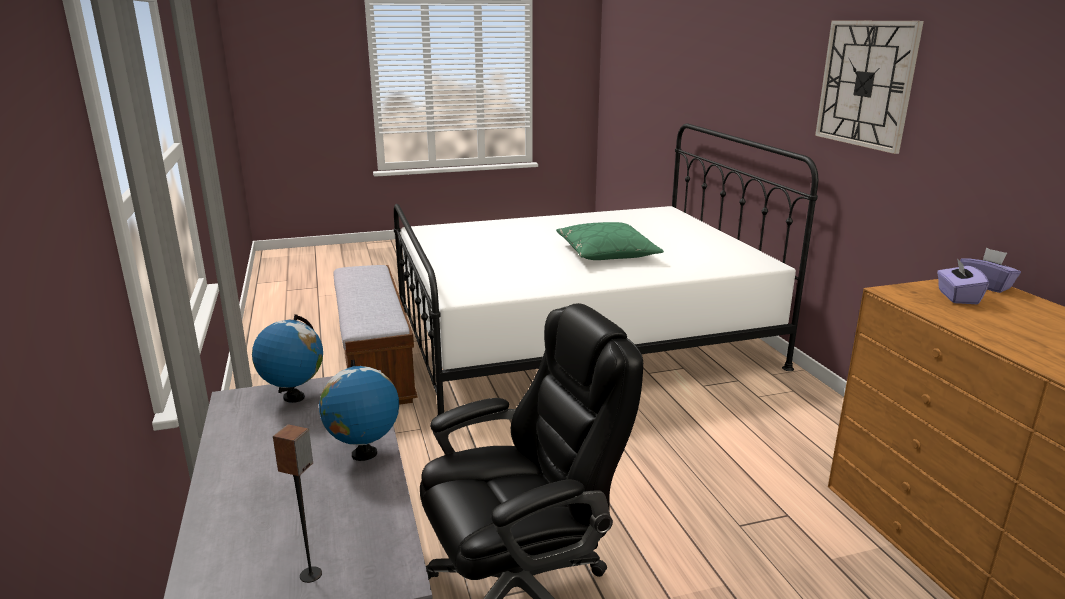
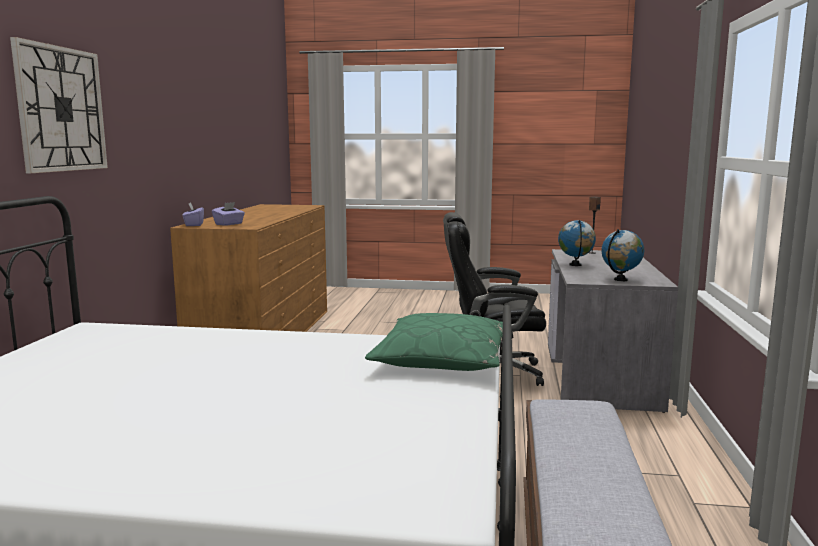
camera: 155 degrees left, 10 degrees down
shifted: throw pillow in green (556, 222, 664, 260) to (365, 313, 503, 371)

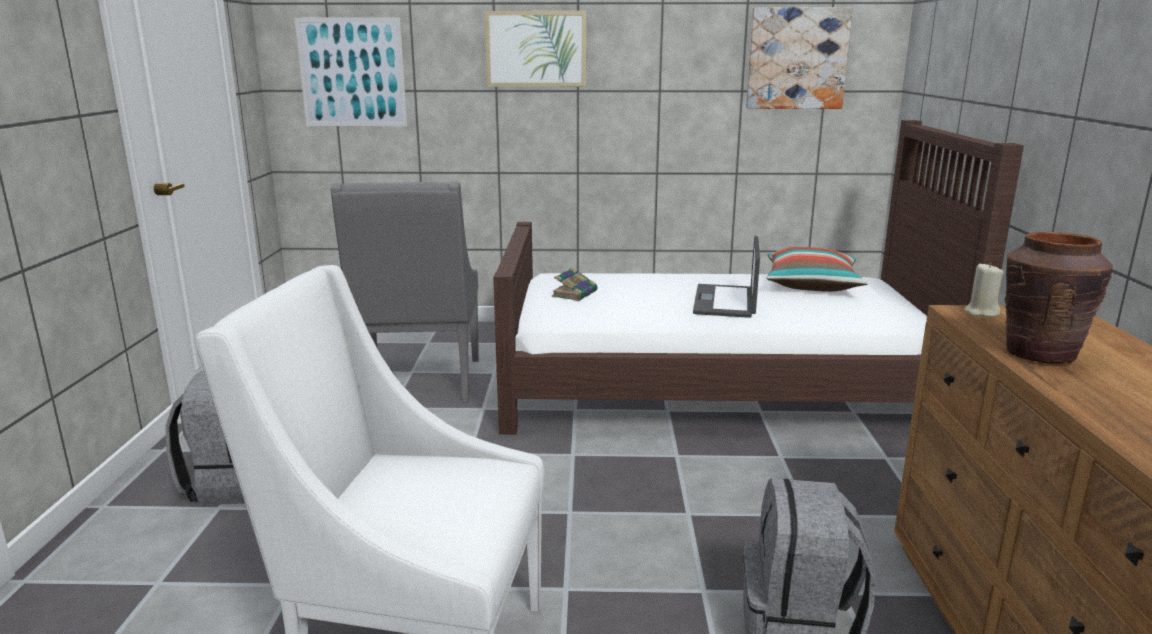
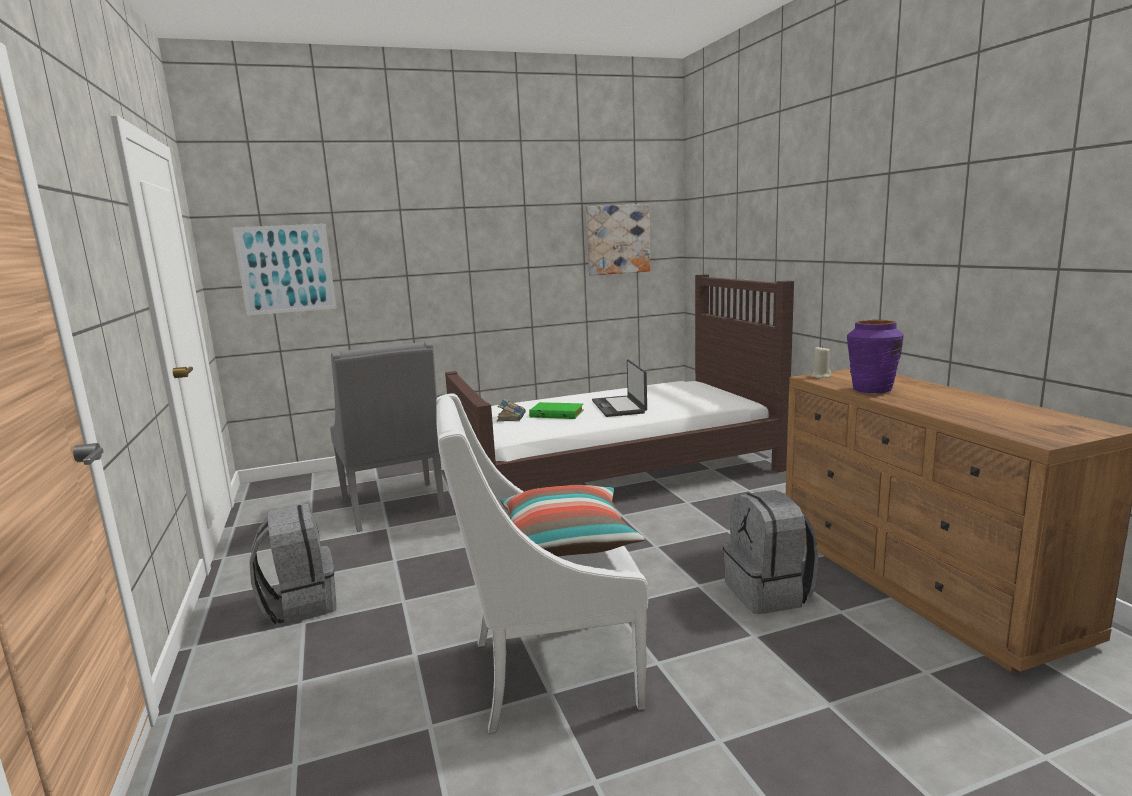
camera: 20 degrees left, 5 degrees down
gone: wall art (484, 11, 586, 87)
new: volume in green (529, 402, 583, 419)
shifted: throw pillow (766, 247, 868, 292) to (501, 485, 645, 556)
repainted: decorative vase in brown (1004, 232, 1113, 364) to decorative vase in purple (847, 320, 904, 393)

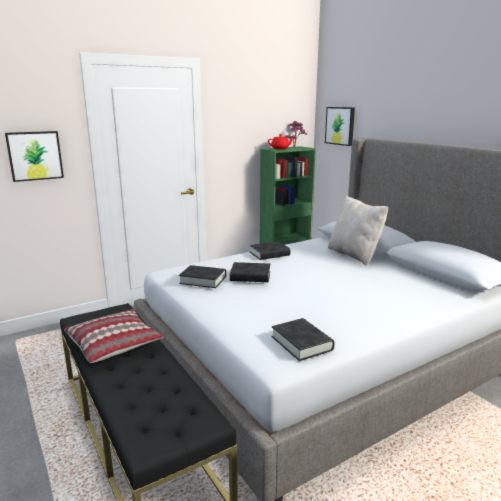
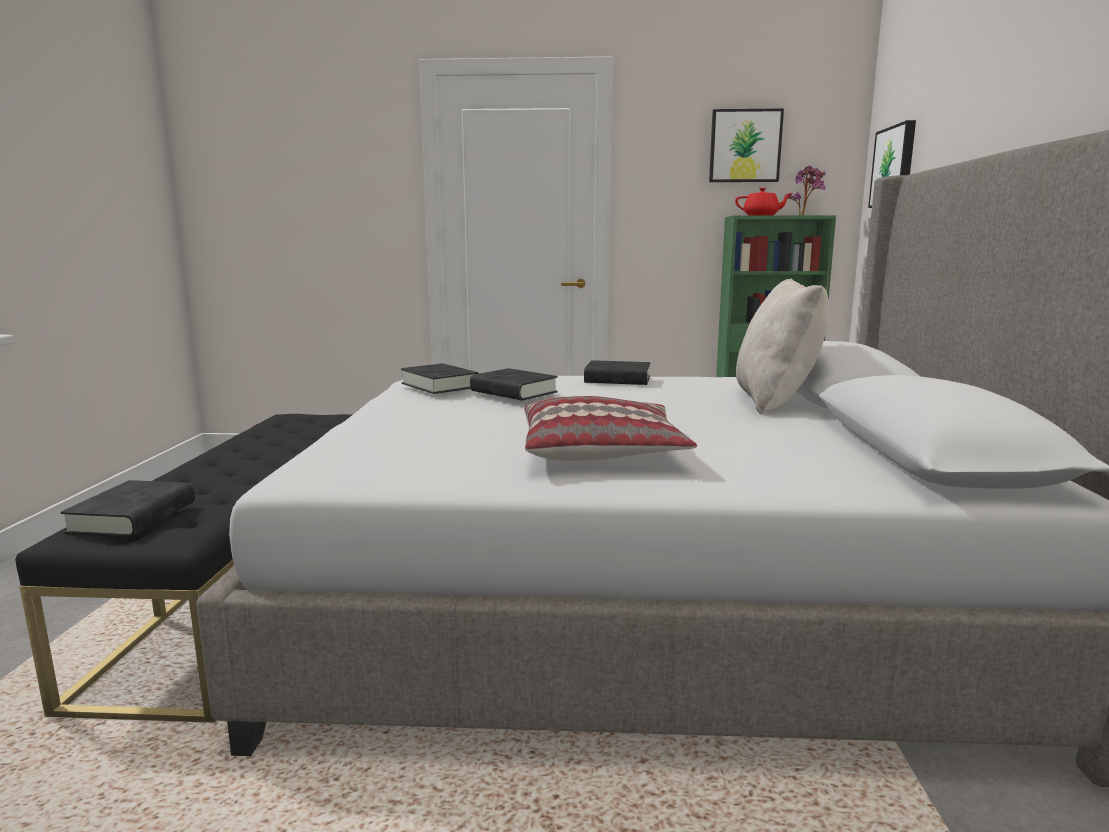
camera: 35 degrees right, 5 degrees down
shifted: wall art (5, 131, 64, 182) to (709, 109, 784, 182); throw pillow (64, 309, 164, 363) to (524, 396, 697, 461); volume in black (272, 318, 335, 361) to (60, 480, 195, 537)

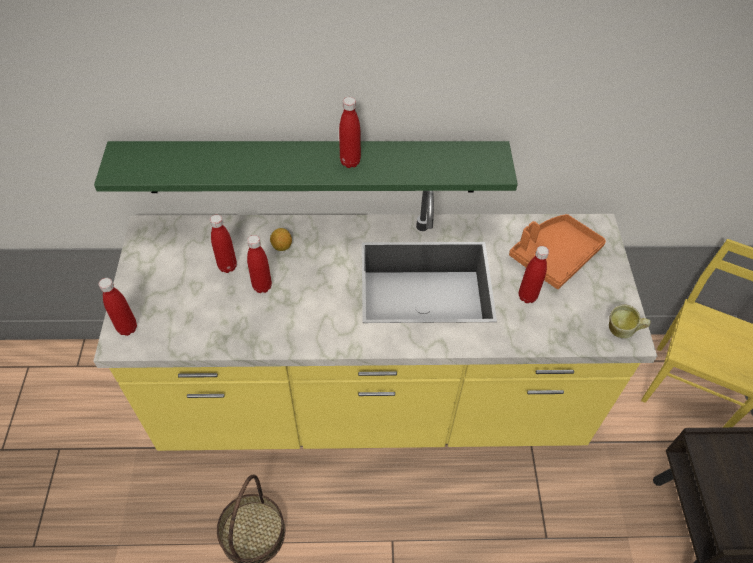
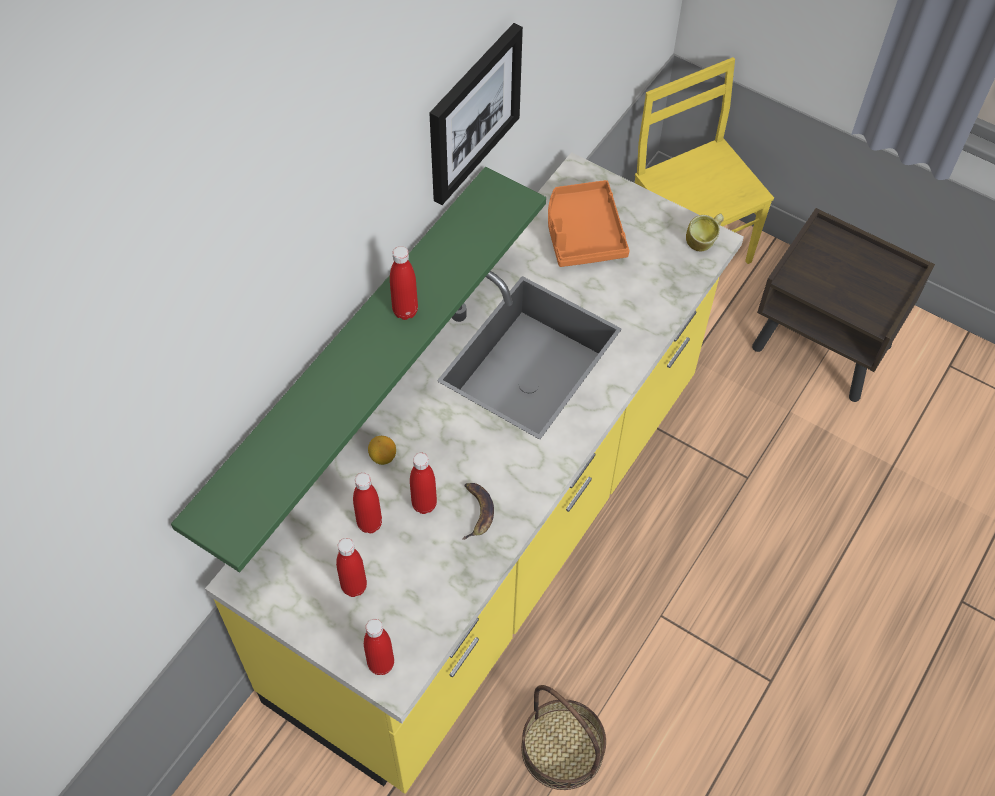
camera: 55 degrees left, 5 degrees up
new: wall art (429, 23, 523, 205); banana (462, 483, 494, 540)
shifted: bottle in red (519, 246, 549, 303) to (336, 538, 367, 597)

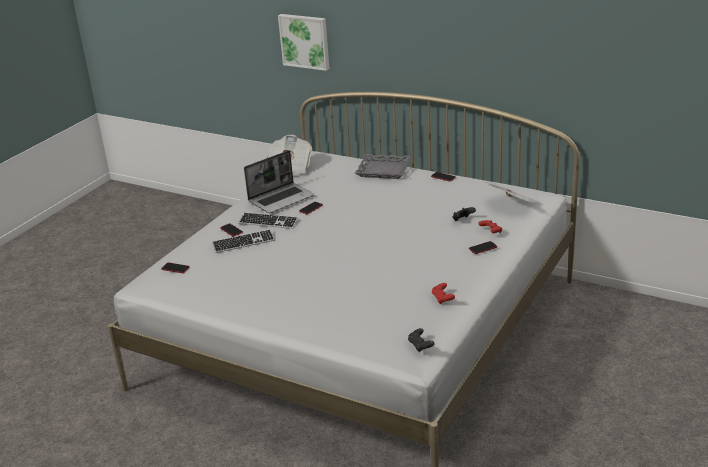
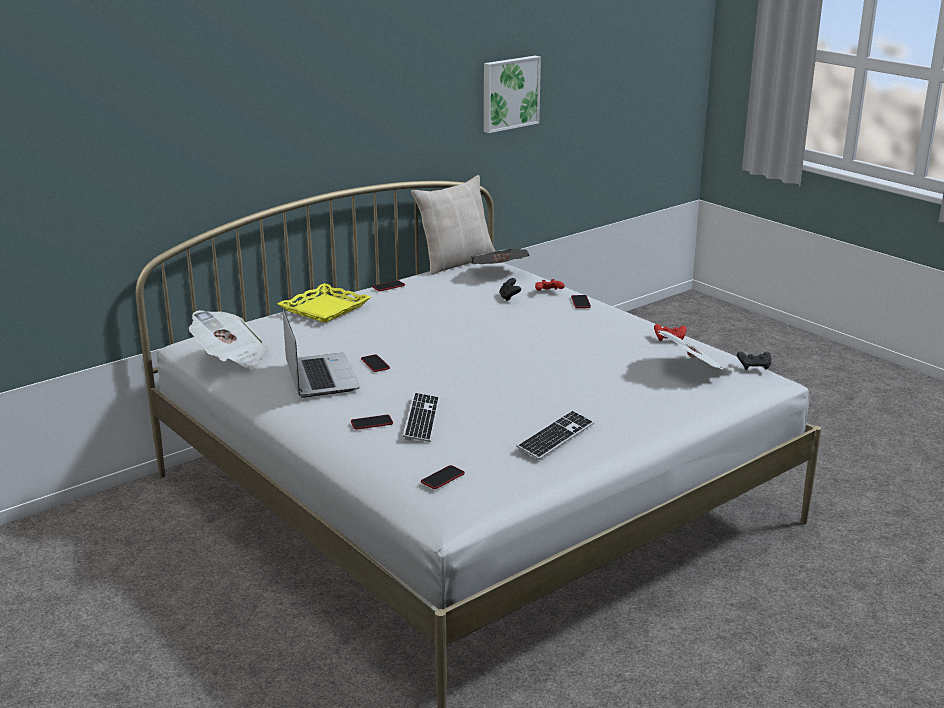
camera: 70 degrees left, 5 degrees down
new: throw pillow in beige (411, 175, 495, 275); newspaper (658, 331, 734, 370)
shifted: computer keyboard (239, 212, 298, 229) to (516, 410, 594, 460); wall art (278, 14, 330, 71) to (484, 56, 541, 133)
repainted: carrying tray in gray (355, 154, 411, 179) to carrying tray in yellow (278, 283, 371, 323)

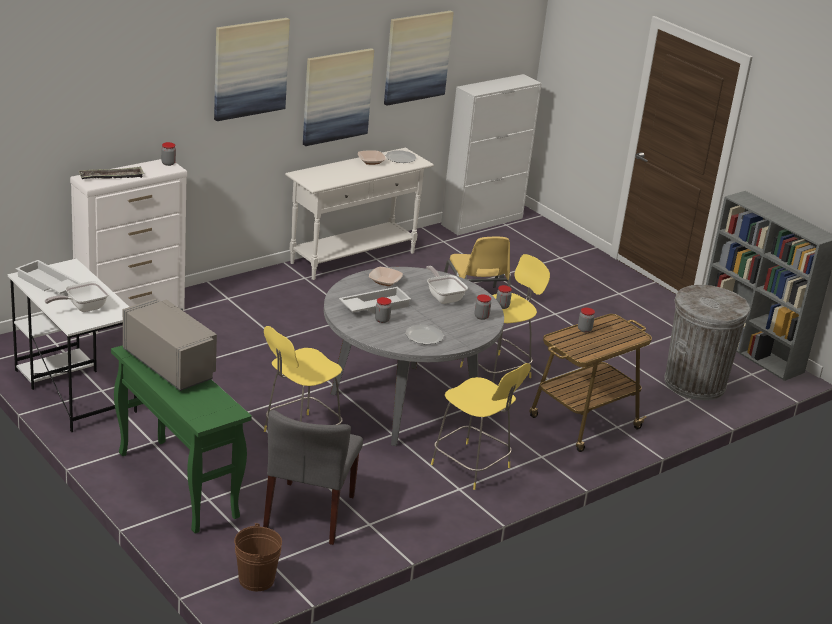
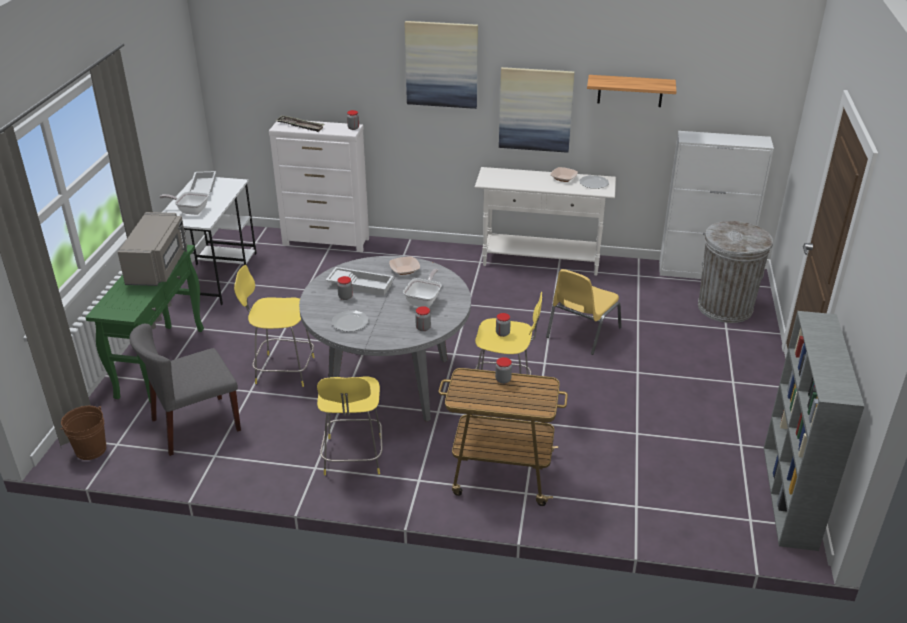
camera: 50 degrees right, 5 degrees up
shifted: waste bin in gray (664, 285, 750, 400) to (698, 221, 773, 323)
swapped: wall art (384, 11, 454, 106) to wall shelf (587, 75, 677, 107)

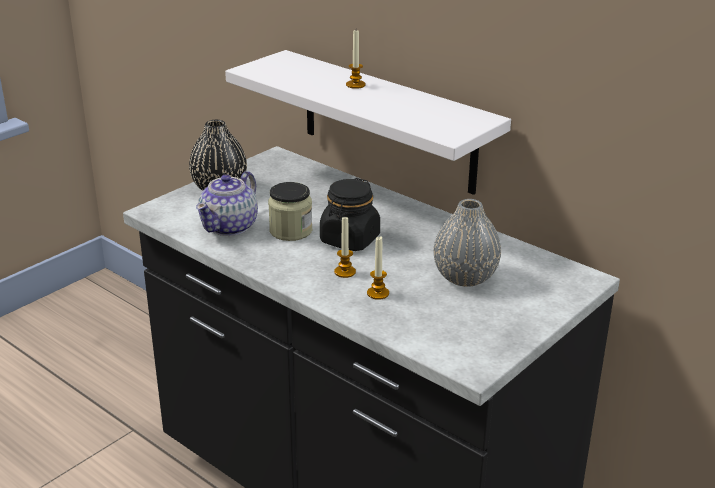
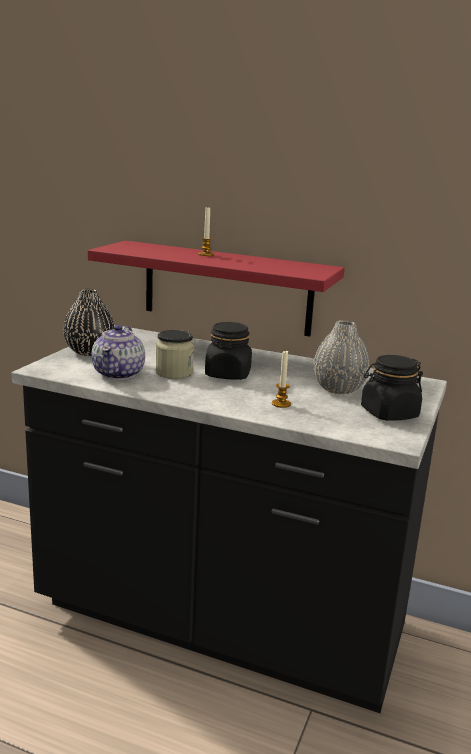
camera: 20 degrees left, 10 degrees down
gone: candle (334, 217, 356, 278)
new: preserve jar in black (361, 355, 423, 421)
repainted: wall shelf in white-coloured (225, 50, 511, 195) to wall shelf in red (88, 241, 345, 337)

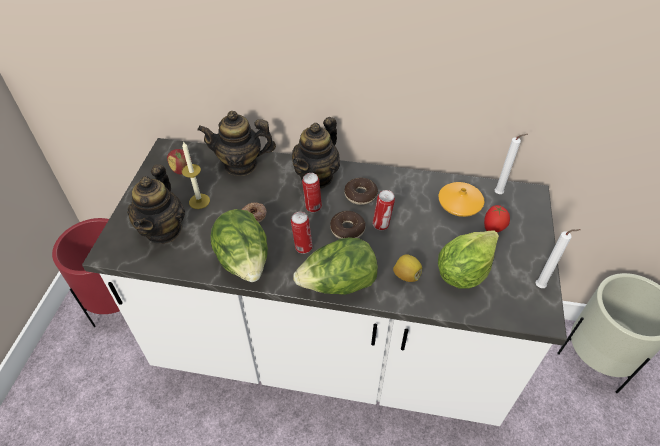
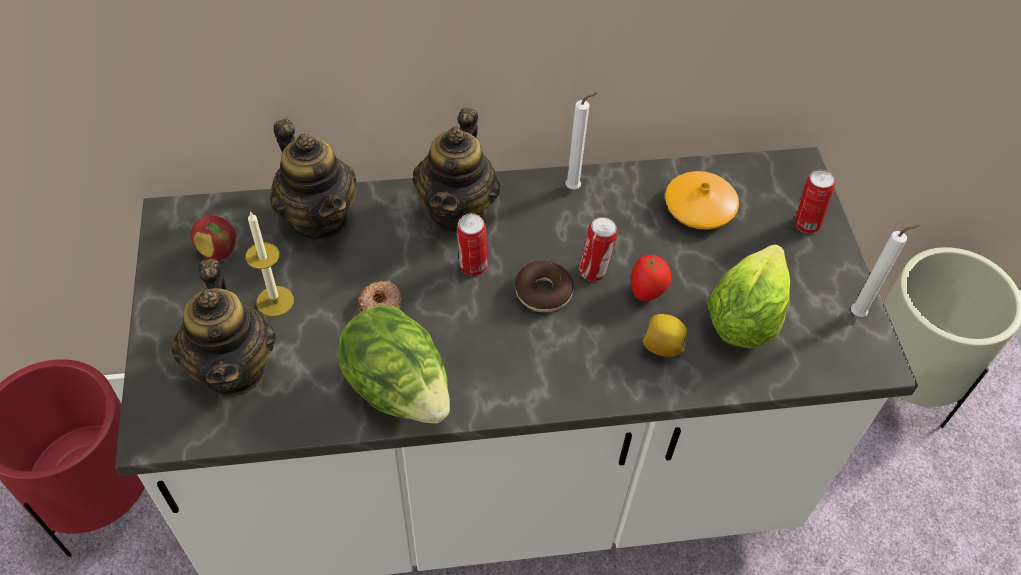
camera: 20 degrees left, 5 degrees up
gone: lettuce head (293, 237, 378, 295); ring doughnut (344, 178, 378, 205)
shifted: metal can (291, 212, 313, 254) to (795, 169, 835, 233); whole tomato (484, 205, 510, 232) to (631, 255, 672, 301); candle in white-coloured (495, 134, 528, 194) to (565, 92, 598, 189)
rotated: tea pot (197, 111, 276, 176) = (270, 119, 357, 239) 105 degrees counterclockwise

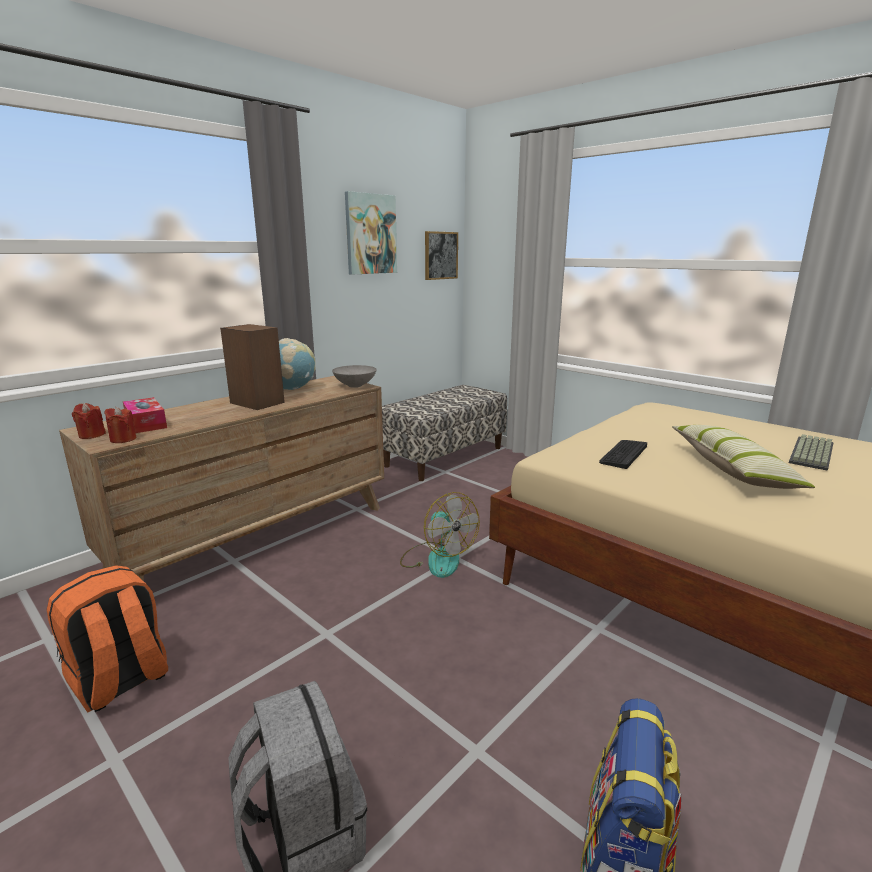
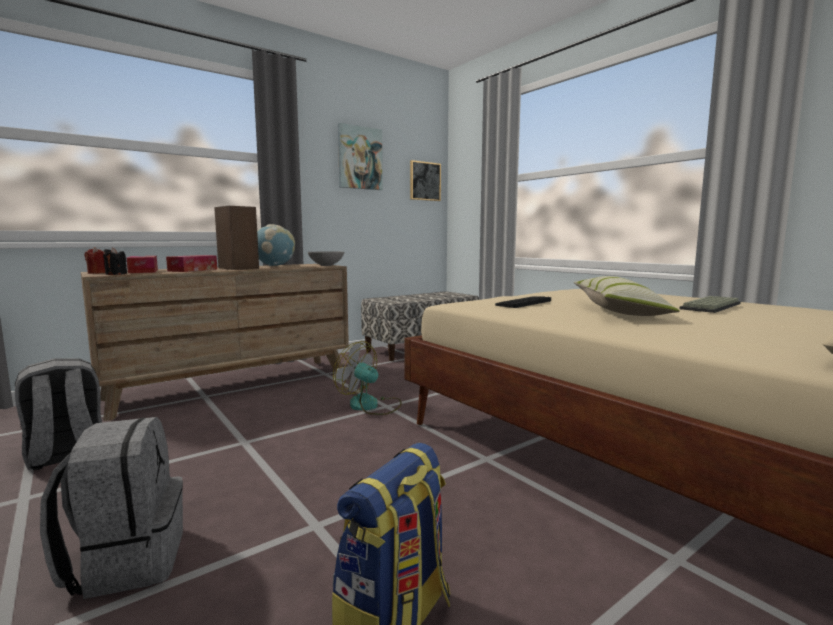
camera: 10 degrees right, 10 degrees down
new: tissue holder (166, 255, 217, 272)
repainted: rucksack in orange-coloured (47, 565, 168, 713) to rucksack in gray (15, 358, 102, 470); candle in red (104, 407, 136, 443) to candle in black (103, 247, 127, 275)
rotated: electric fan (400, 492, 480, 578) = (333, 341, 402, 415) 150 degrees clockwise

